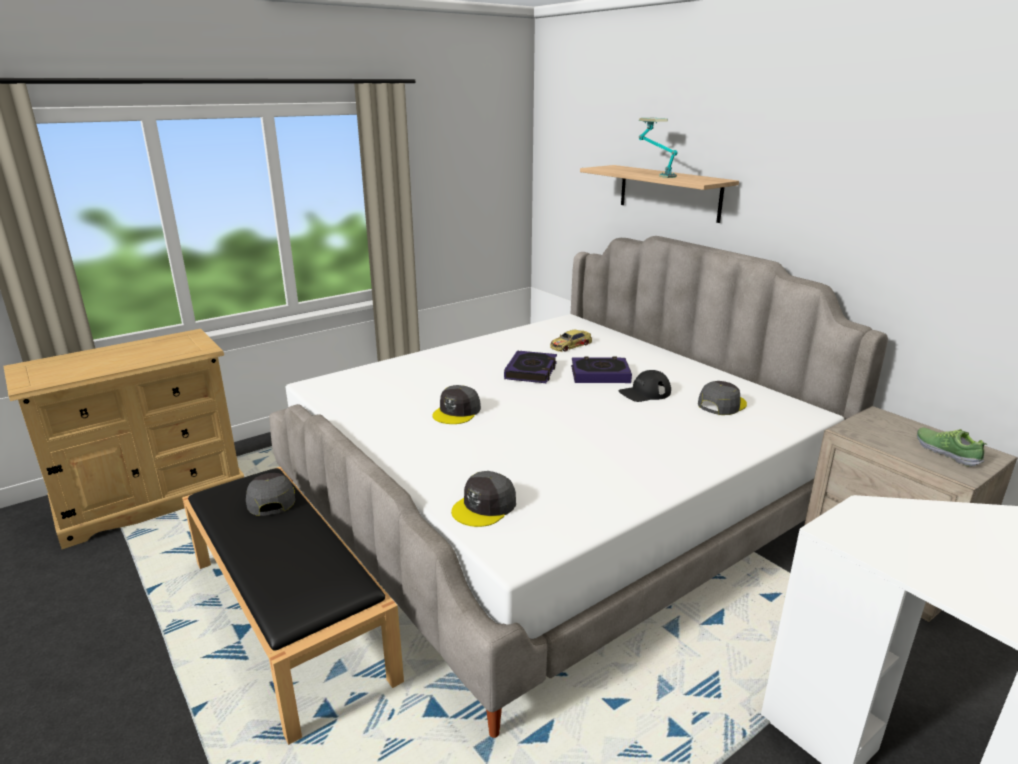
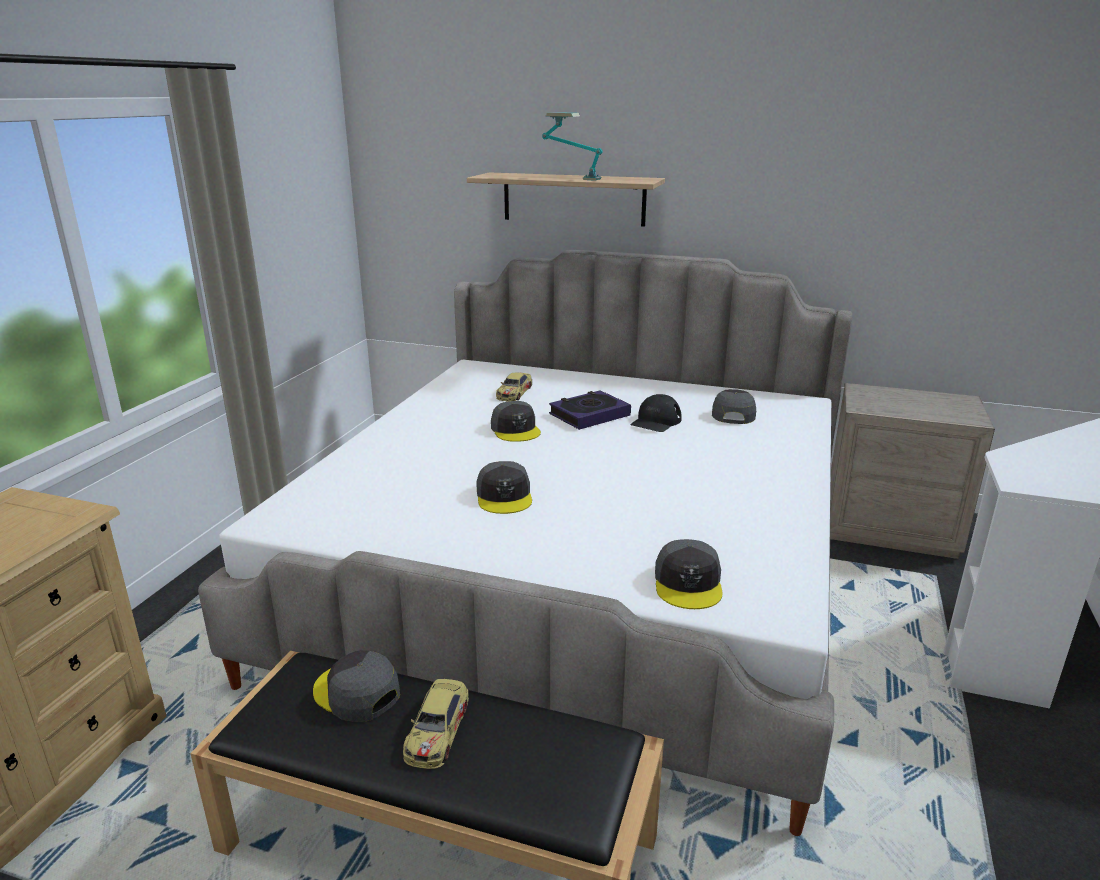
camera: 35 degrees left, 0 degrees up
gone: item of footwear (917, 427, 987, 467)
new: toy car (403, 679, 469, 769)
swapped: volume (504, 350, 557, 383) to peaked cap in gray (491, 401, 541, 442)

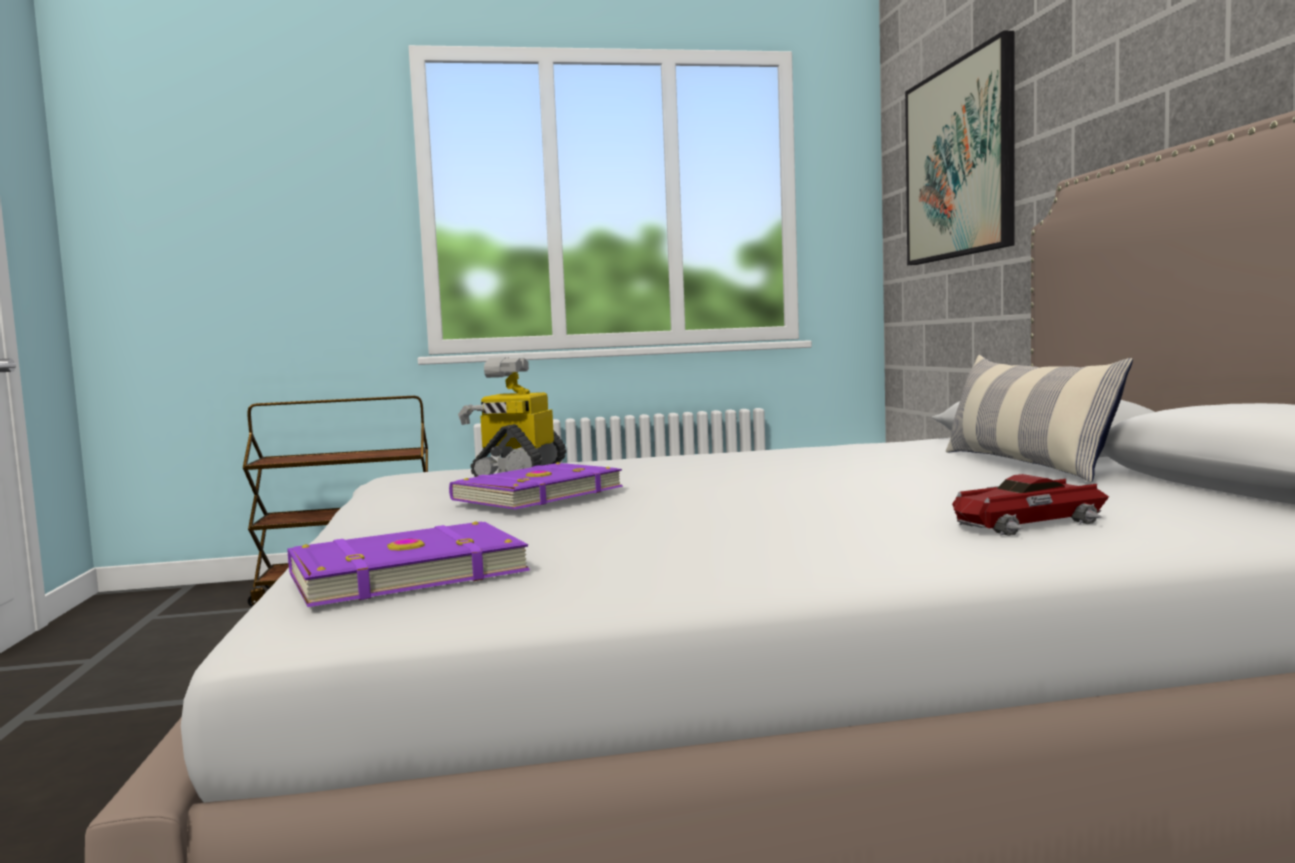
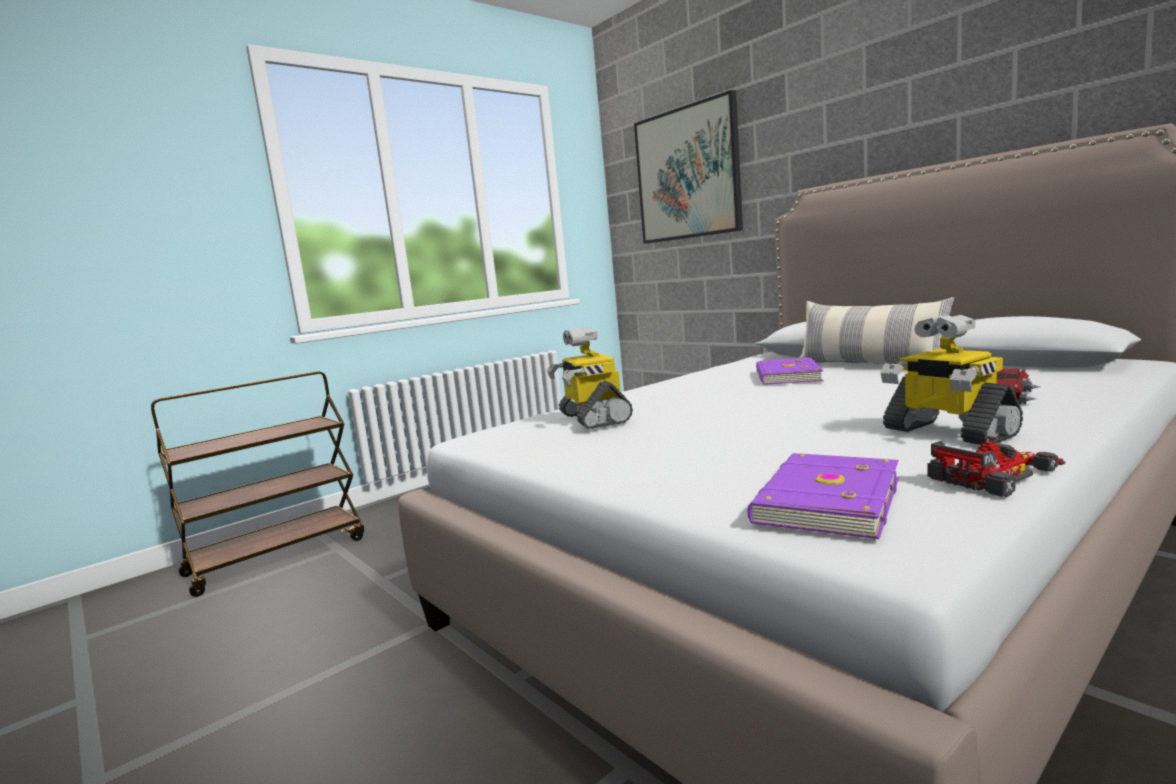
camera: 30 degrees left, 5 degrees up
new: model robot (880, 315, 1023, 445); toy car (927, 436, 1065, 497)
shifted: volume in purple (449, 462, 623, 510) to (756, 357, 823, 385)

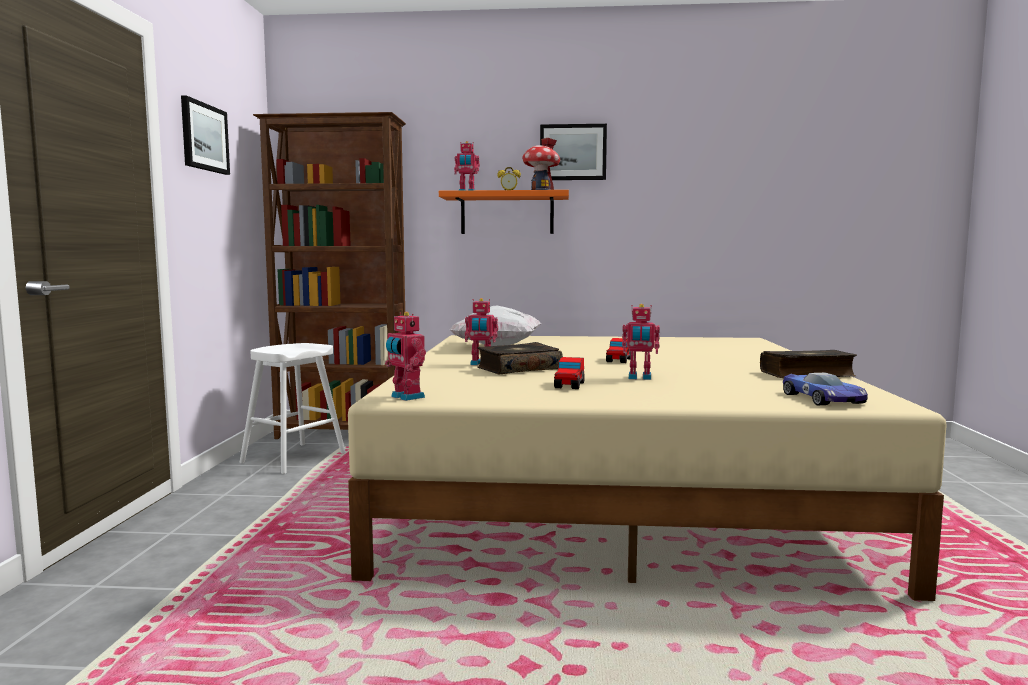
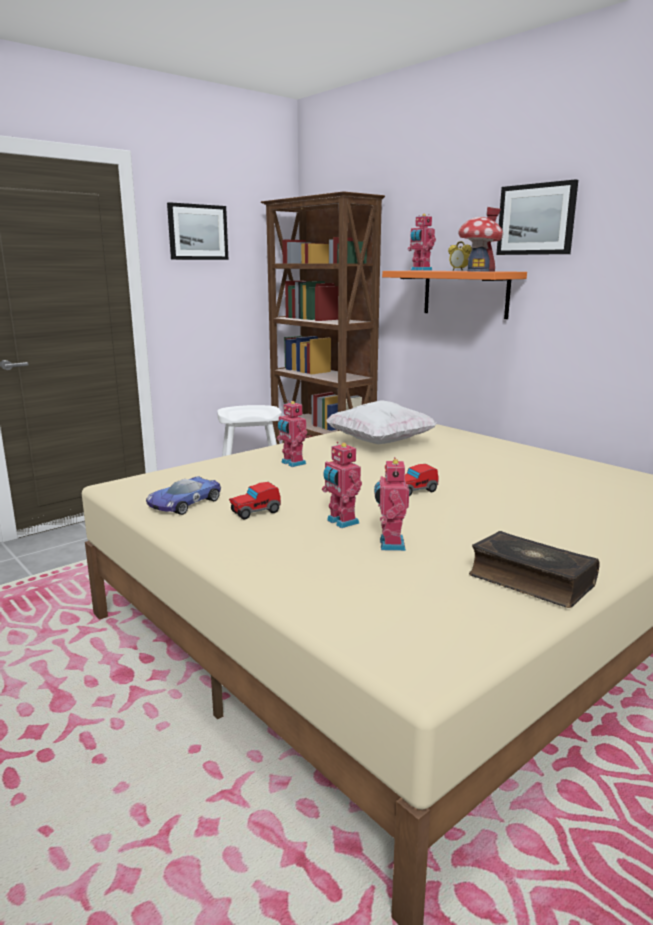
camera: 45 degrees right, 10 degrees up
gone: volume (477, 342, 563, 374)
shifted: model robot (385, 312, 426, 401) to (374, 457, 409, 551); toy car (783, 372, 868, 405) to (146, 476, 221, 515)

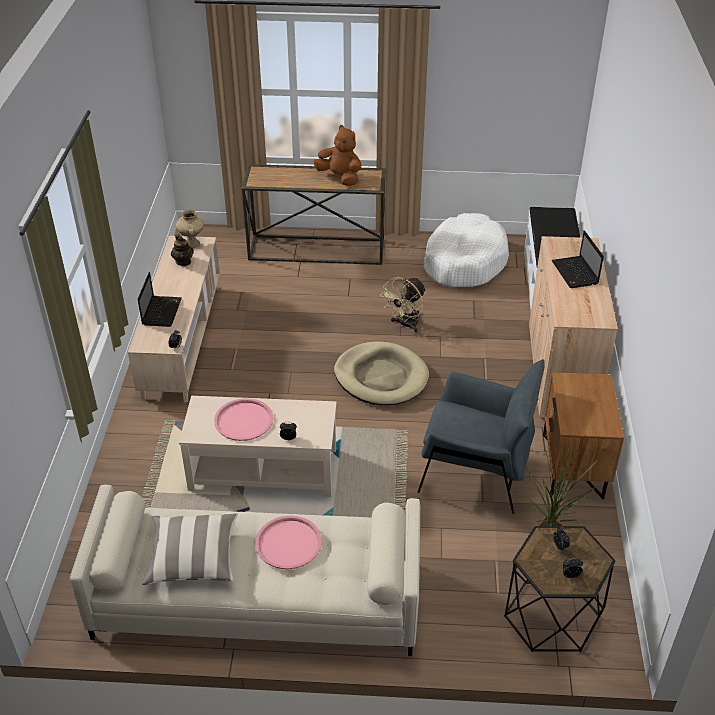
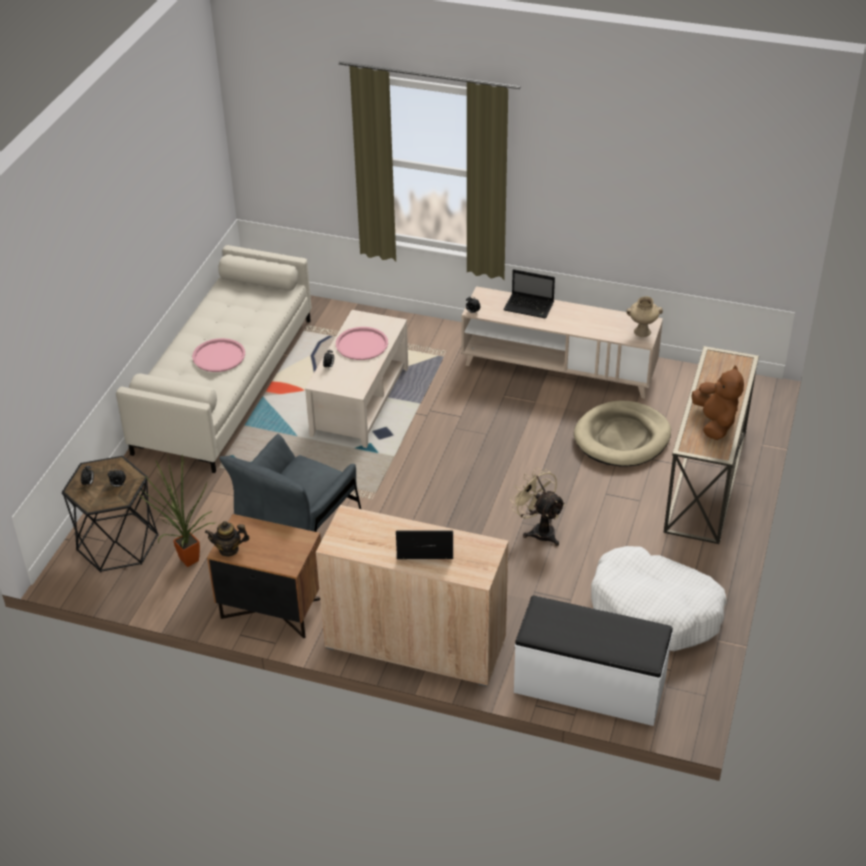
camera: 105 degrees right, 0 degrees up
gone: throw pillow (142, 513, 238, 585)
shifted: tea pot (171, 234, 194, 266) to (205, 521, 249, 557); dog cushion in beige (334, 341, 429, 405) to (574, 400, 671, 467)
rotated: plush toy in brown (313, 125, 361, 186) = (692, 365, 744, 440) 60 degrees counterclockwise

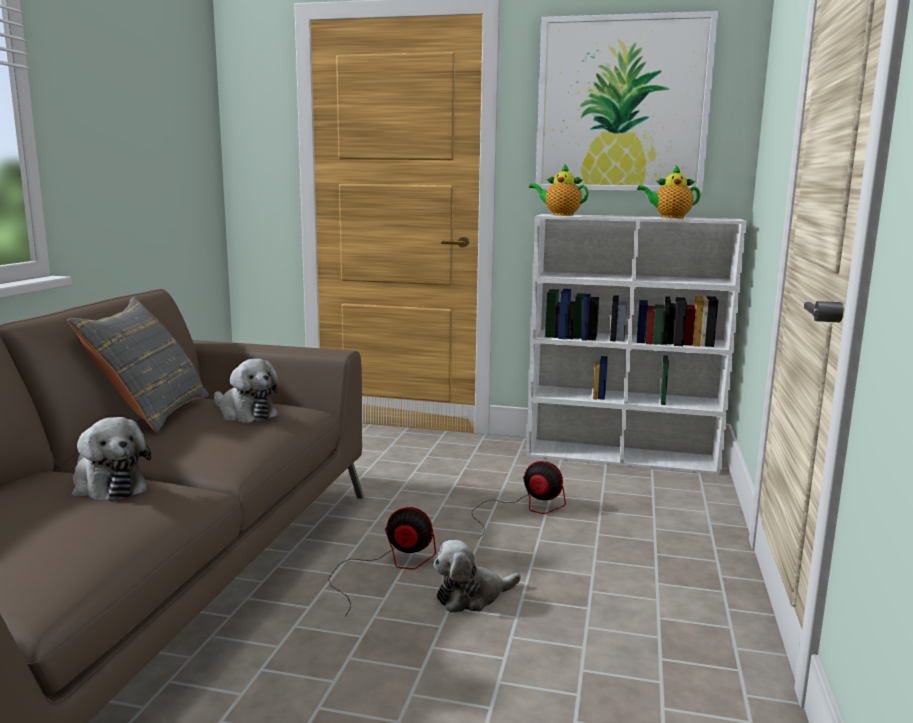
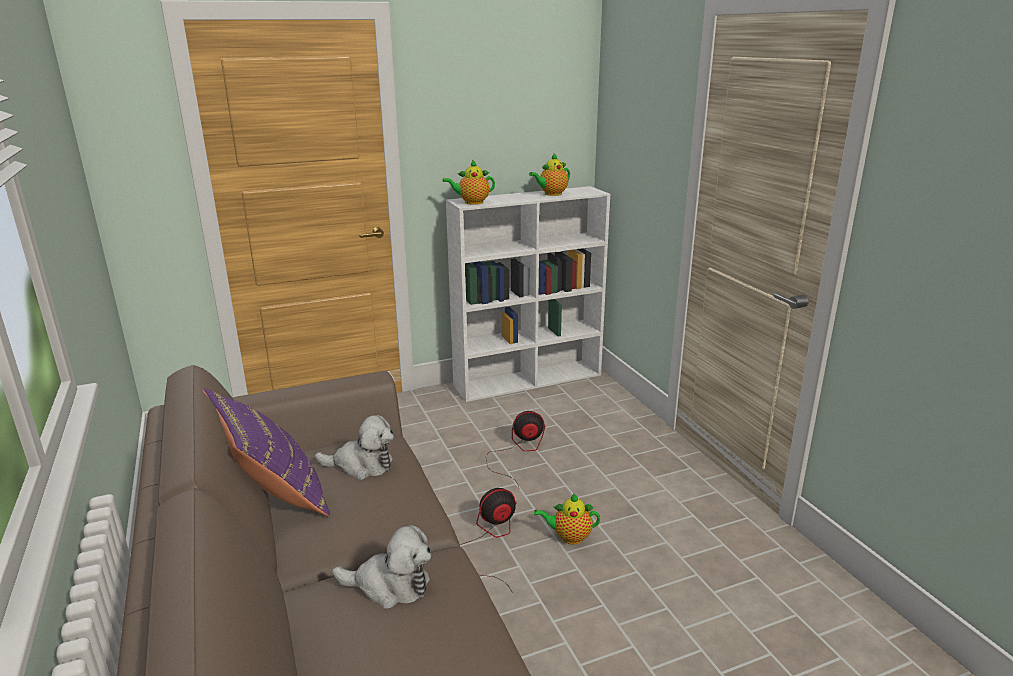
camera: 35 degrees left, 10 degrees up
gone: wall art (536, 11, 718, 192)
swapped: plush toy (433, 540, 521, 613) to tea pot (534, 493, 600, 545)
repainted: throw pillow in gray (67, 297, 209, 432) to throw pillow in purple (202, 388, 330, 516)

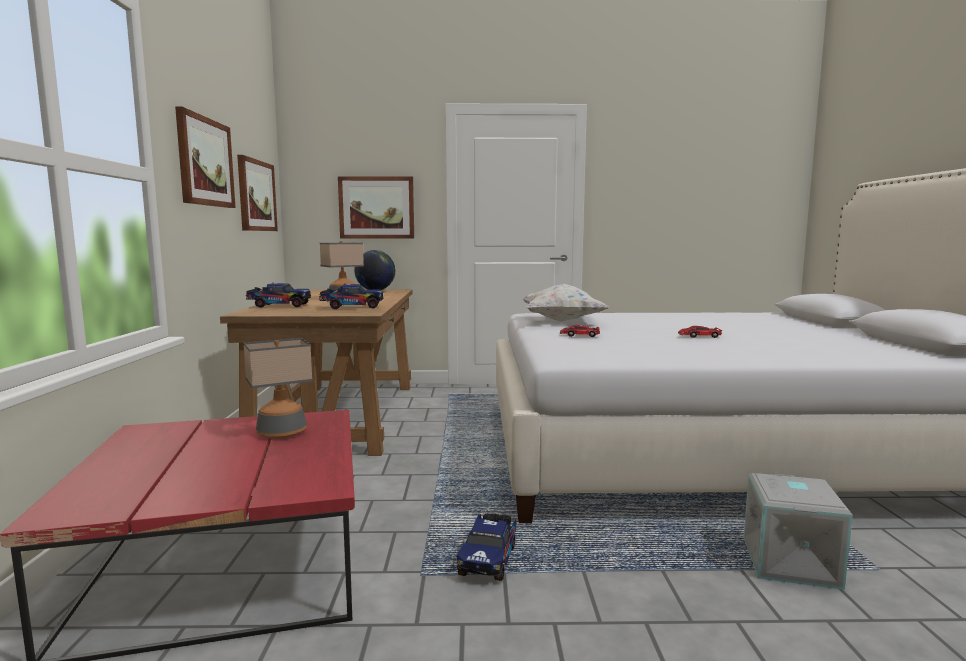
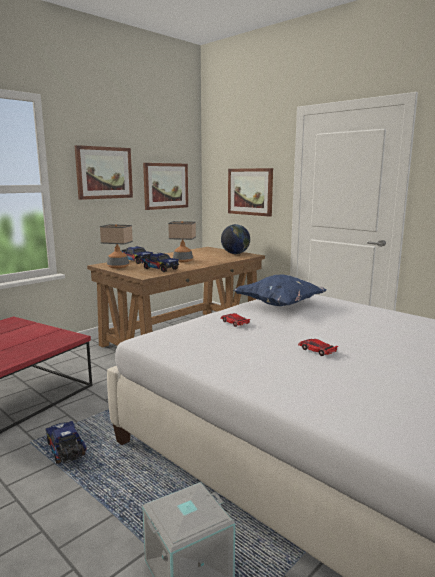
camera: 45 degrees right, 5 degrees up
shifted: table lamp (243, 338, 313, 439) to (100, 224, 133, 269)
repainted: throw pillow in white-coloured (523, 284, 609, 321) to throw pillow in blue (234, 275, 326, 306)
rotated: toy lorry (457, 513, 516, 581) = (46, 421, 86, 464) 90 degrees clockwise

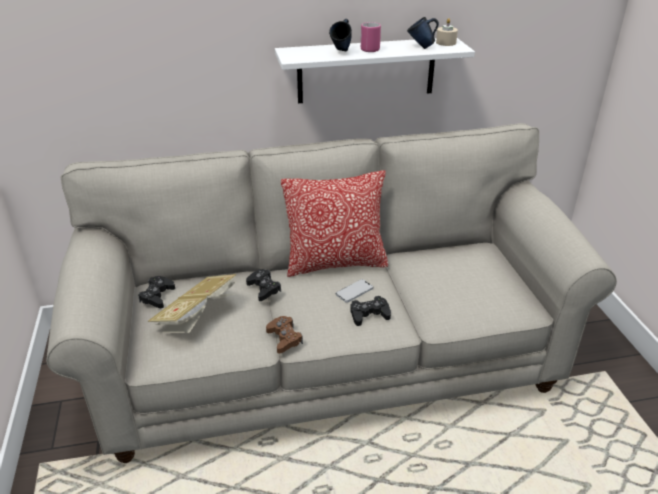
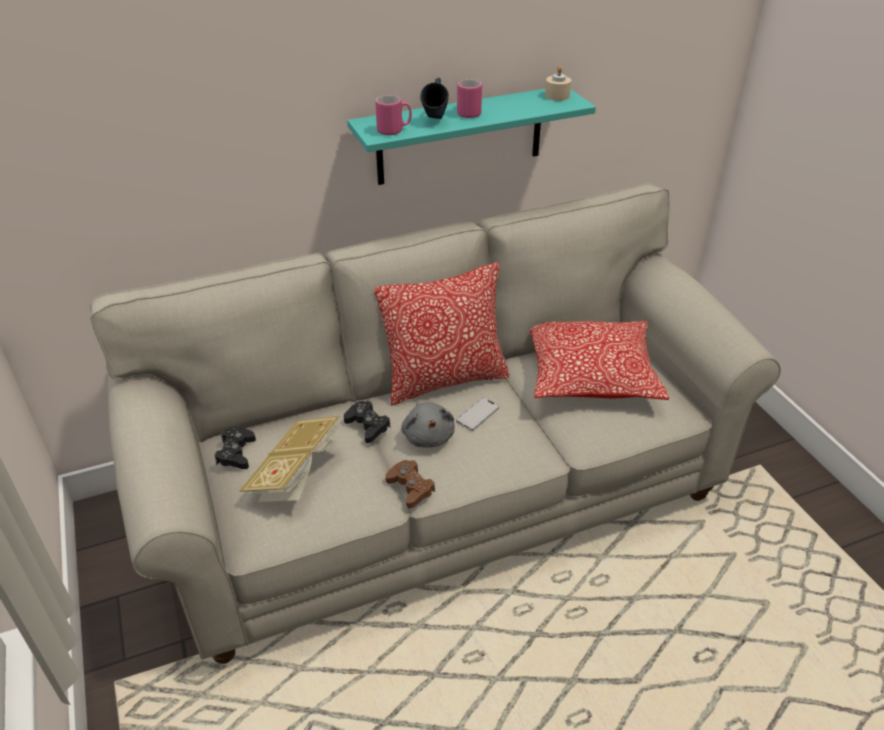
camera: 10 degrees left, 5 degrees up
gone: gamepad in black (350, 296, 391, 326); coffee mug in blue (407, 17, 439, 49)
new: coffee mug in pink (375, 95, 412, 135); plush toy in gray (401, 402, 455, 448); throw pillow (530, 321, 669, 400)
repainted: wall shelf in white-coloured (275, 38, 475, 103) to wall shelf in turquoise (347, 89, 596, 185)

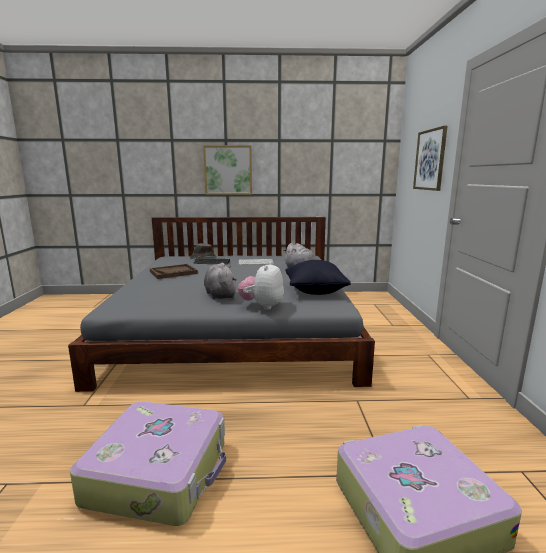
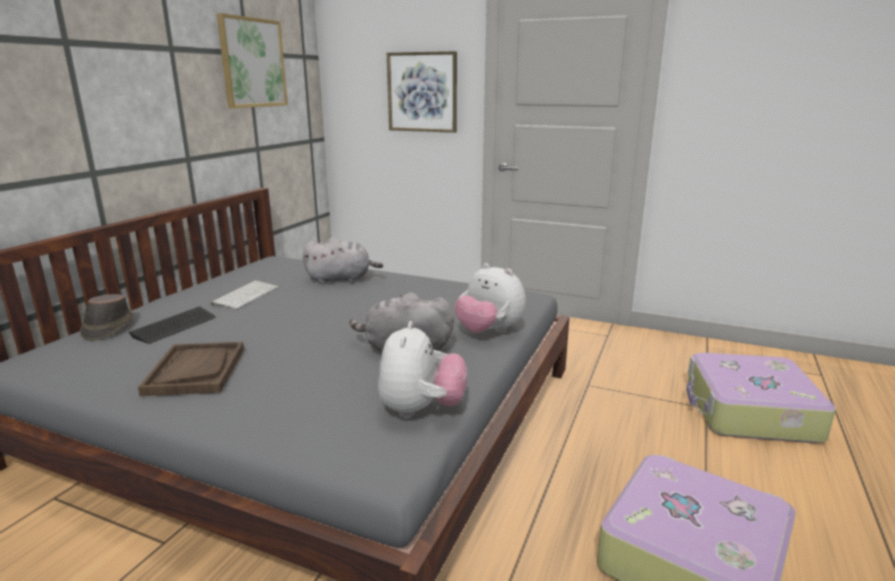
camera: 65 degrees left, 5 degrees up
gone: throw pillow in black (285, 260, 351, 295)
new: plush toy (378, 321, 467, 419)
shifted: wall art (203, 145, 252, 195) to (216, 13, 288, 108)

